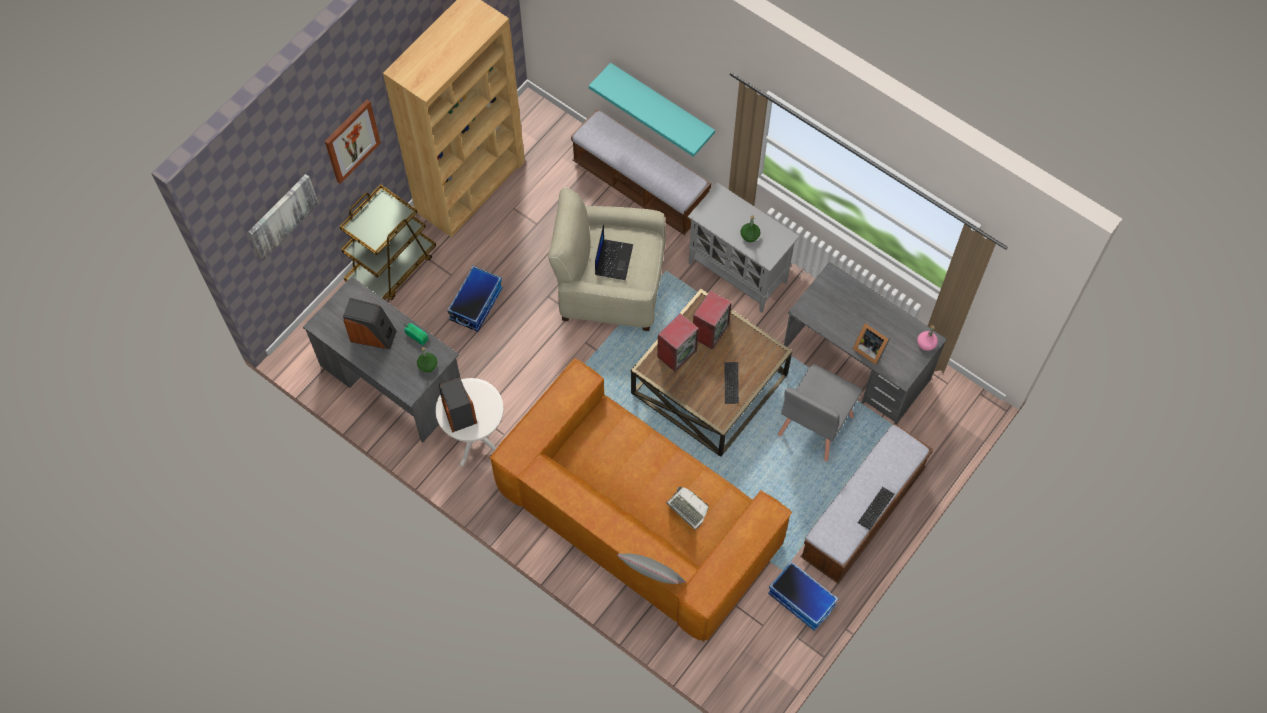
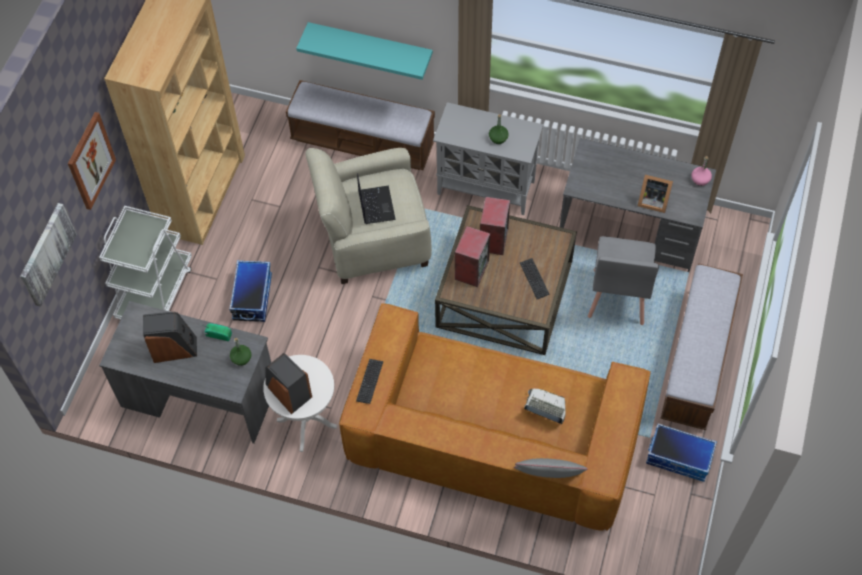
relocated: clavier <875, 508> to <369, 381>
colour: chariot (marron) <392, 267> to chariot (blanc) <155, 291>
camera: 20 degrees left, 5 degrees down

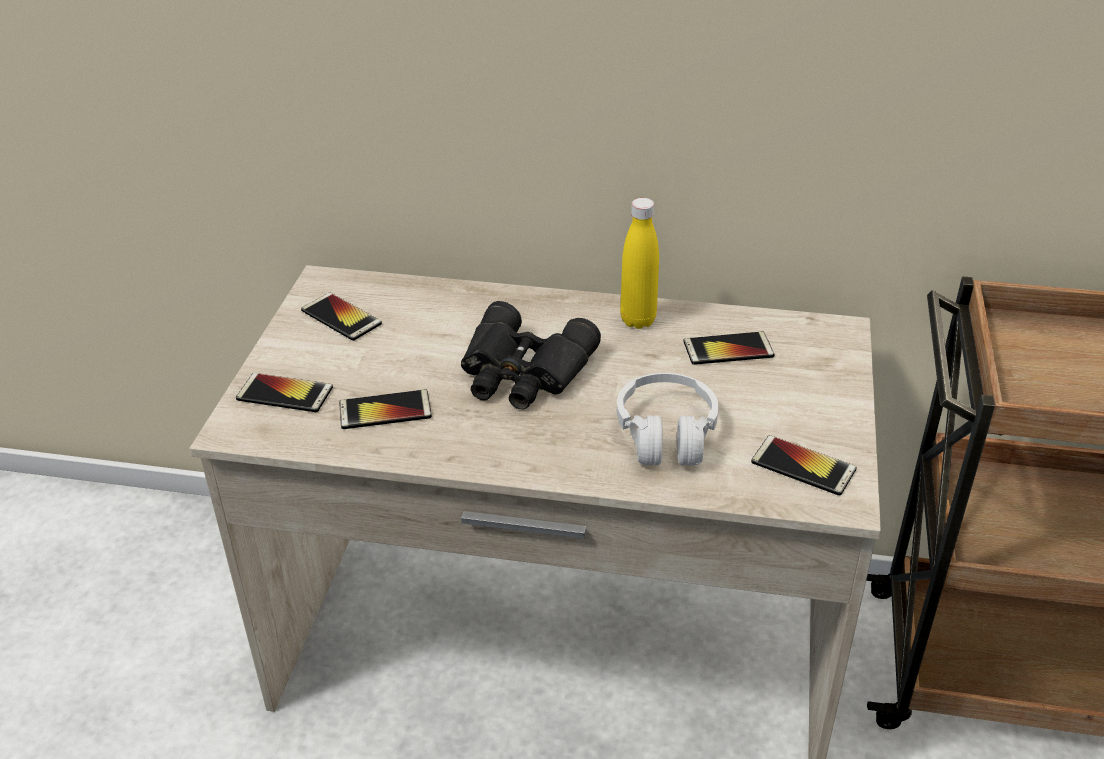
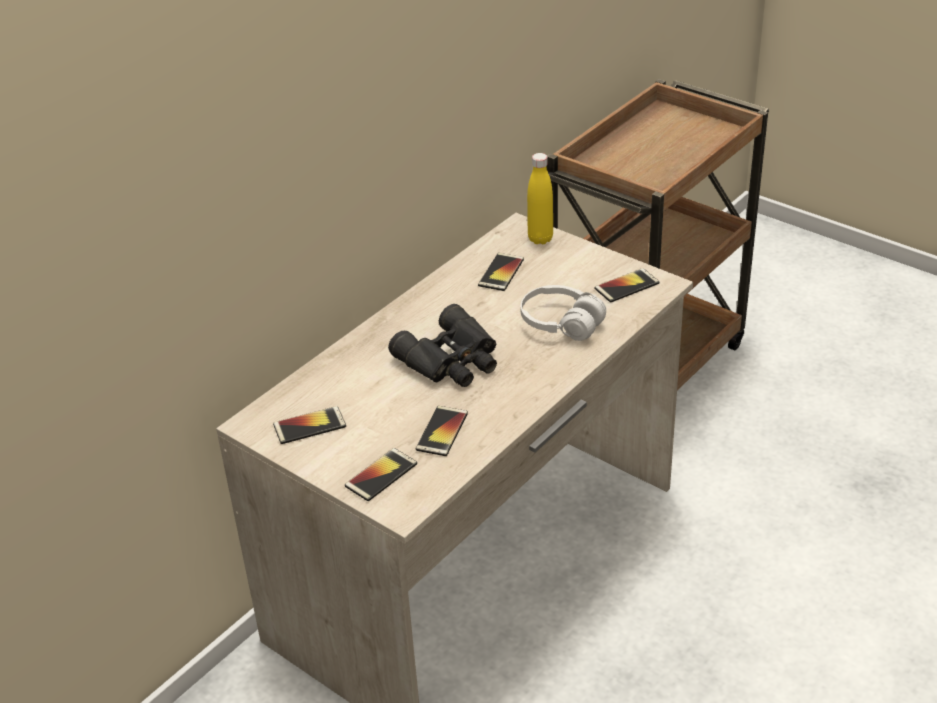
relocated: bouteille (jaune) <638, 320> to <540, 239>
camera: 60 degrees left, 0 degrees up

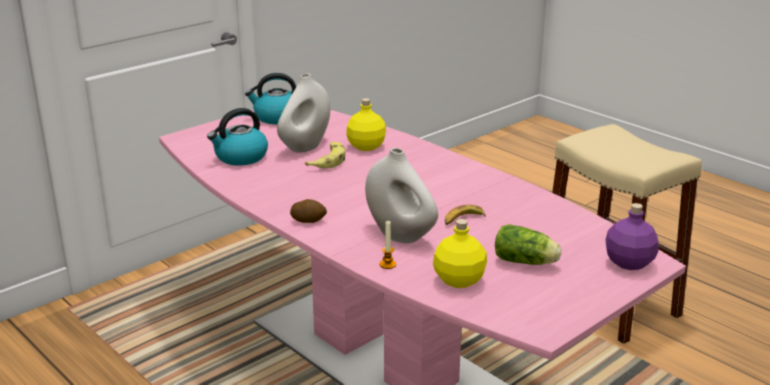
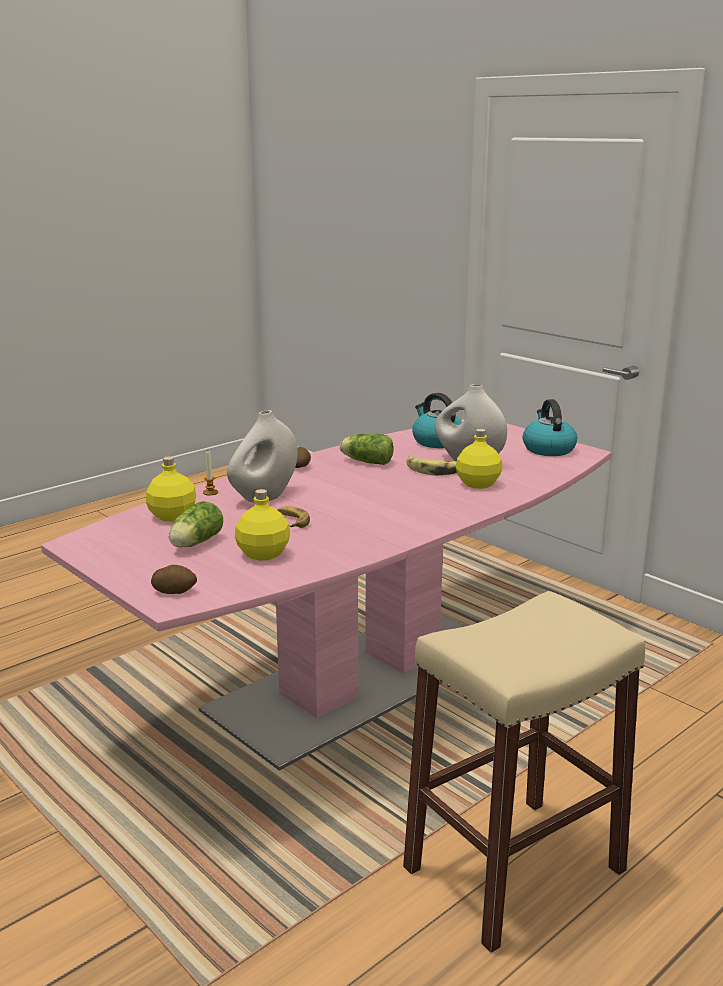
appeared: laitue <366, 461>; bouteille (jaune) <264, 554>
exchanged: bouteille (violet) <629, 262> to pomme de terre <174, 591>
camera: 90 degrees right, 5 degrees down

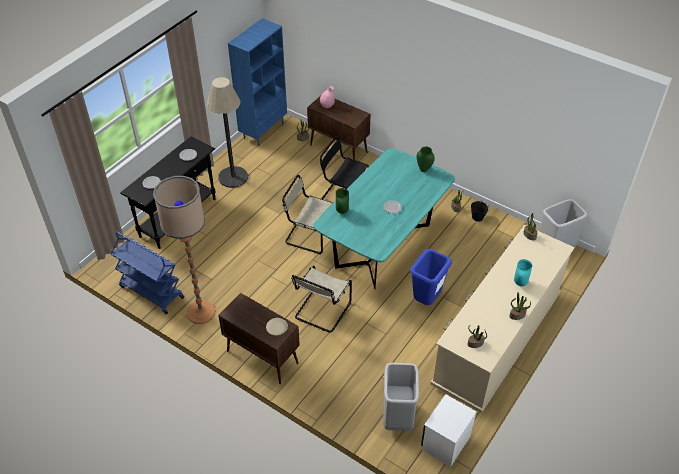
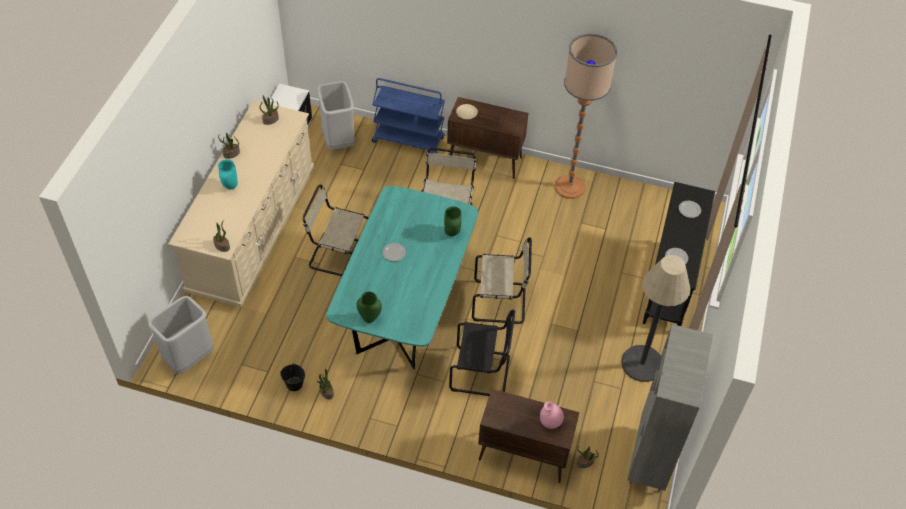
relocated: chariot (bleu) <151, 292> to <409, 140>
exchanged: poubelle (bleu) <426, 300> to chaise (beige) <337, 255>
colour: bibliothèque (bleu) <263, 131> to bibliothèque (gris) <650, 460>
camera: 160 degrees right, 5 degrees up

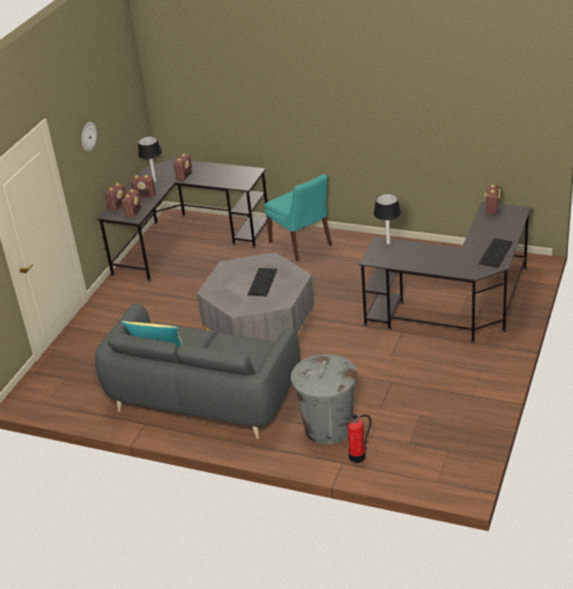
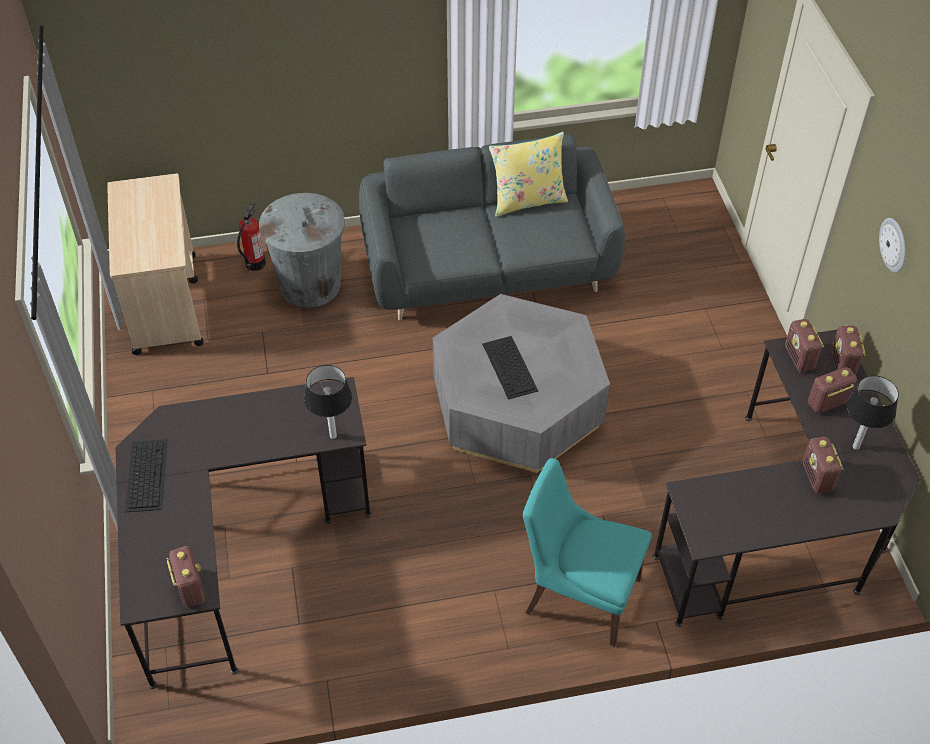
appeared: chariot (beige) <165, 302>
camera: 145 degrees right, 15 degrees up

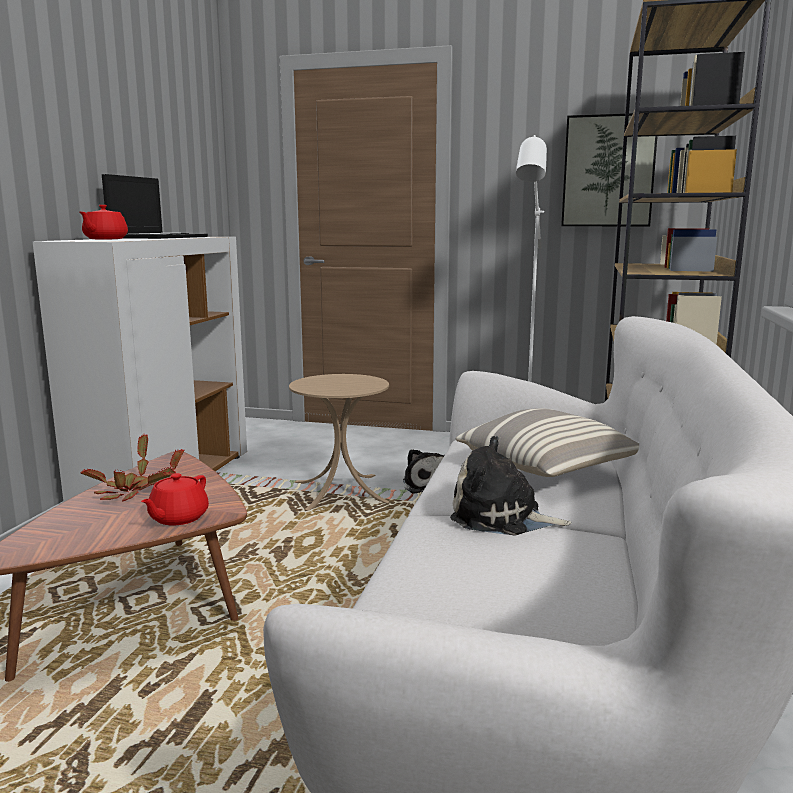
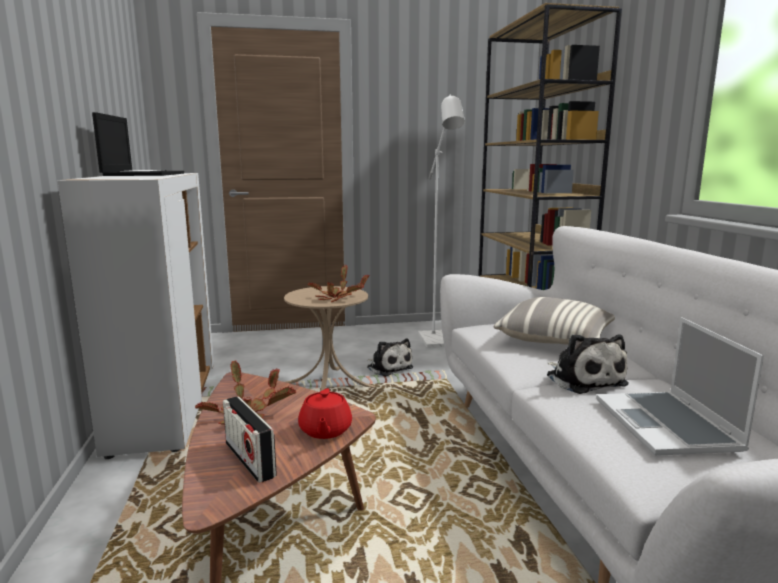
missing: tableau <608, 171>; théière (rouge) <105, 239>
appeared: plante en pot <337, 298>; ordinateur portable <668, 426>; radio <249, 460>
spun: peluche <502, 517> = <583, 379> 105 degrees counterclockwise
camera: 25 degrees left, 0 degrees up

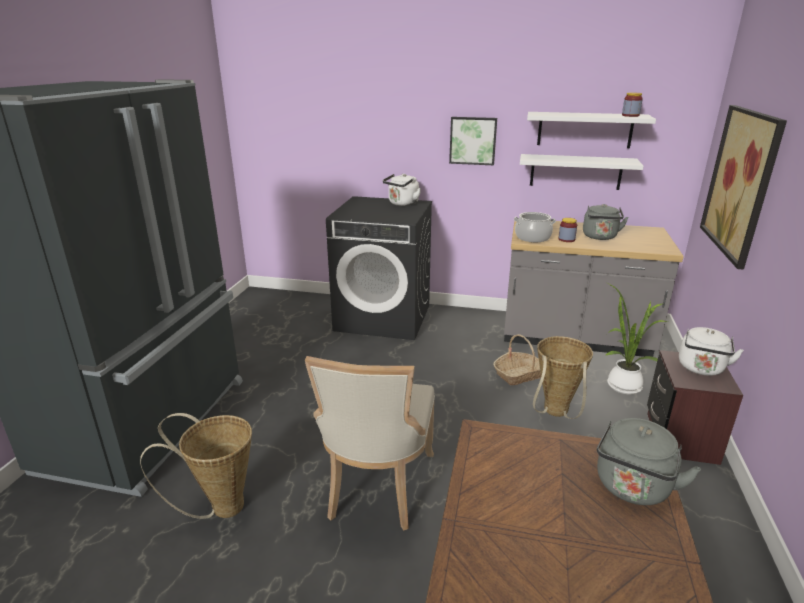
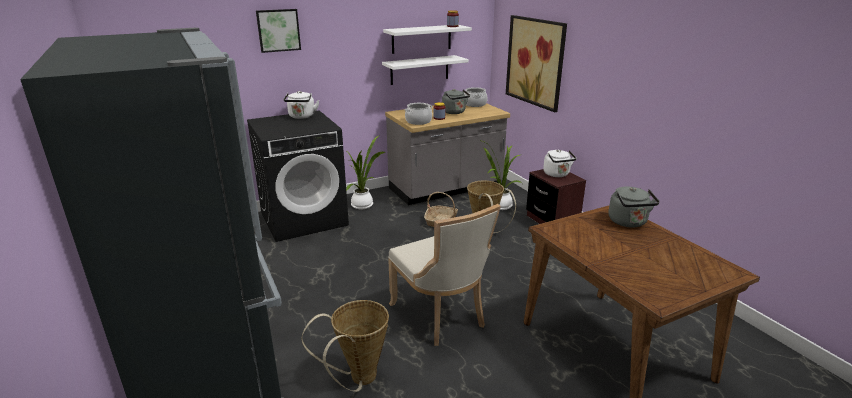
appeared: marmite <474, 104>; plante en pot <364, 204>
relocated: tableau <473, 140> to <278, 30>
camera: 40 degrees left, 0 degrees up

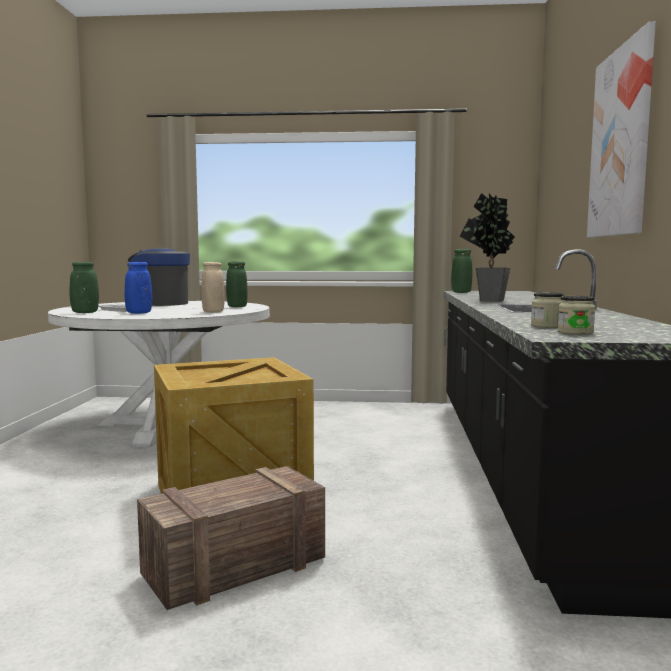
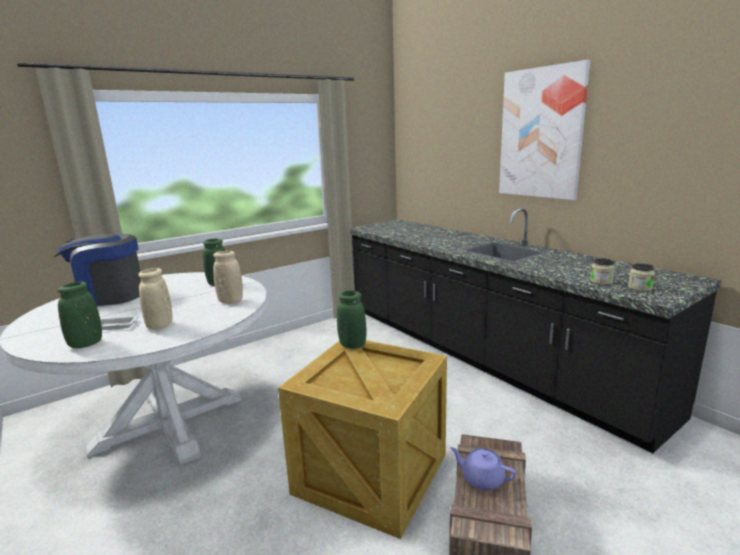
missing: plante en pot <488, 301>
appeared: théière (violet) <481, 479>
relocated: vase (vert) <461, 292> to <352, 345>
colour: vase (bleu) <139, 313> to vase (beige) <160, 326>
camera: 40 degrees left, 10 degrees up

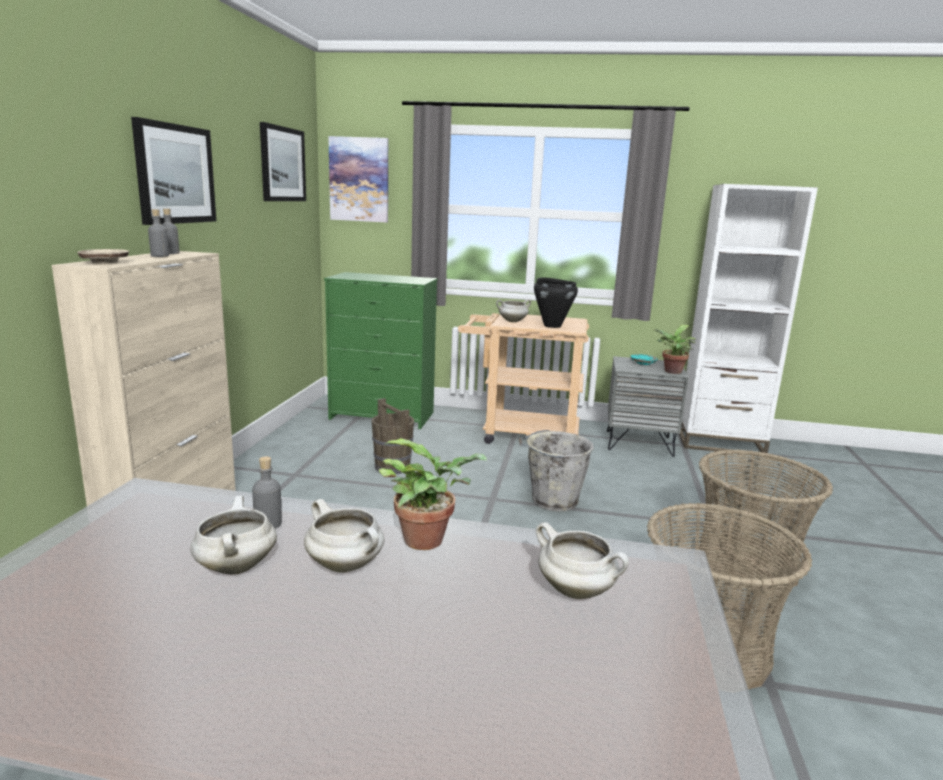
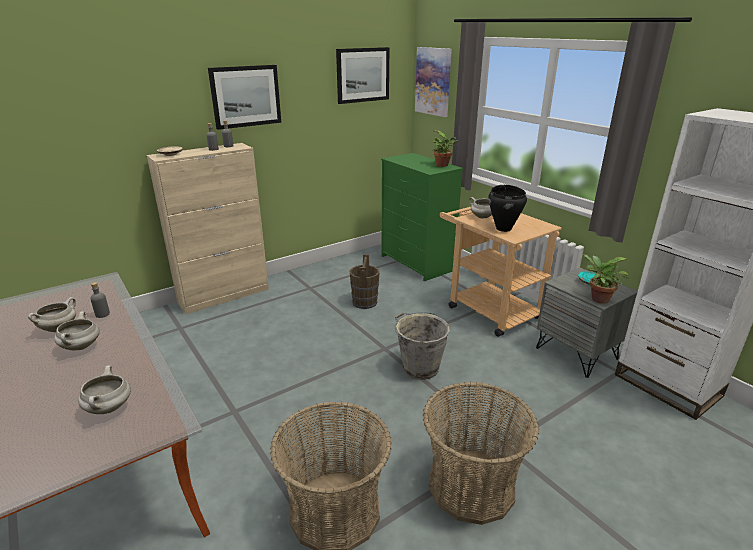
relocated: plante en pot <429, 540> to <443, 165>
camera: 45 degrees right, 10 degrees up

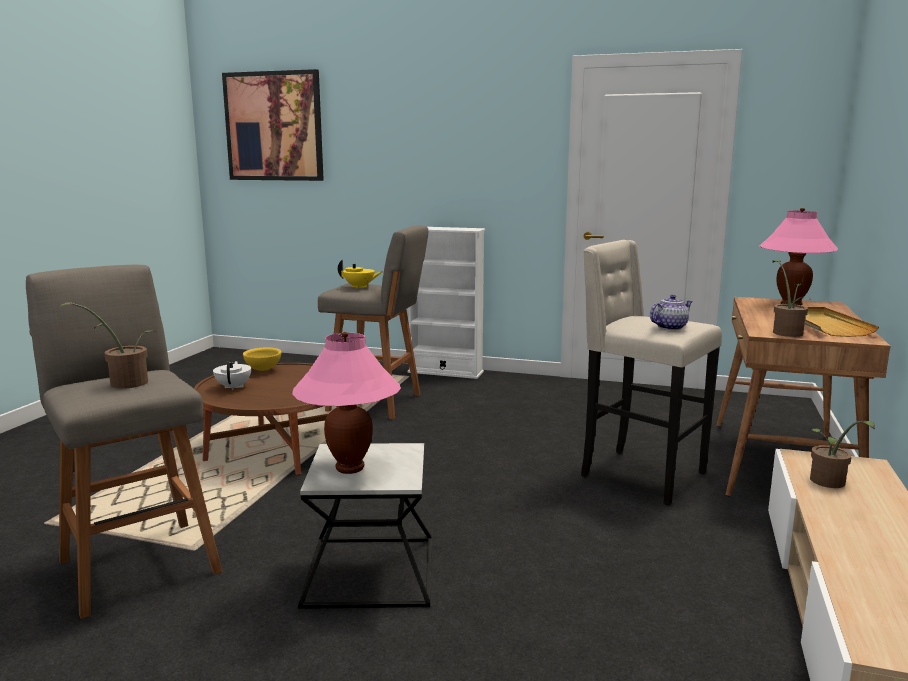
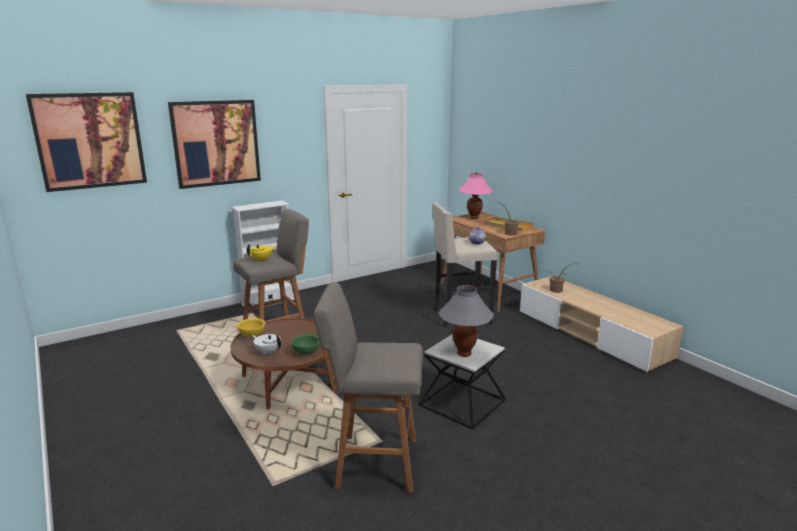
missing: plante en pot <123, 383>
appeared: tableau <216, 143>; bol (vert) <306, 352>
colour: lampe de table (rose) <349, 468> to lampe de table (gris) <464, 353>
camera: 50 degrees left, 5 degrees up

